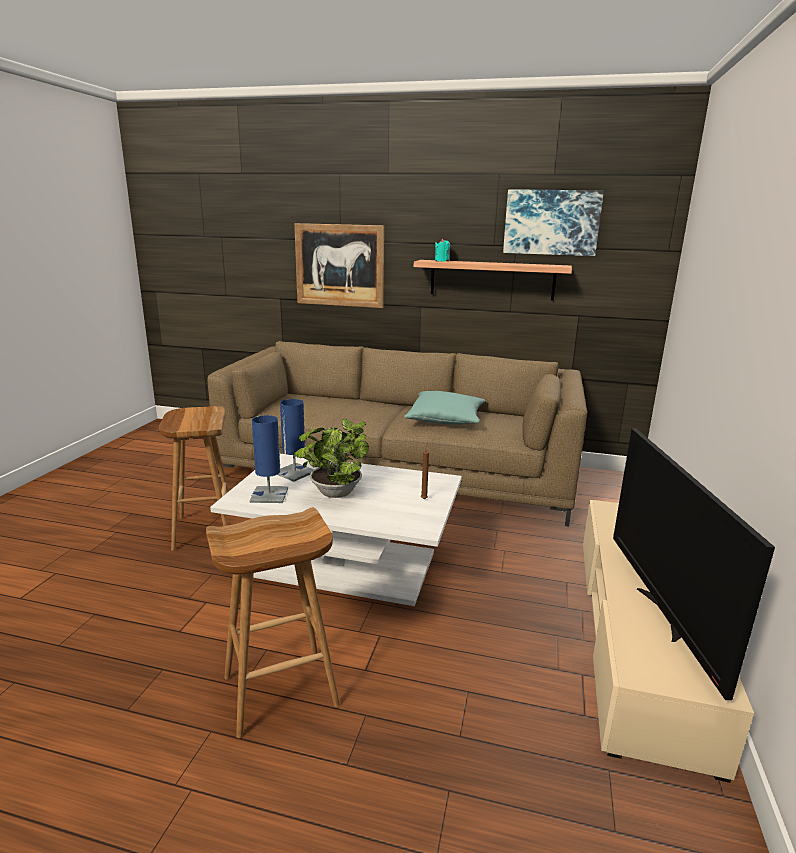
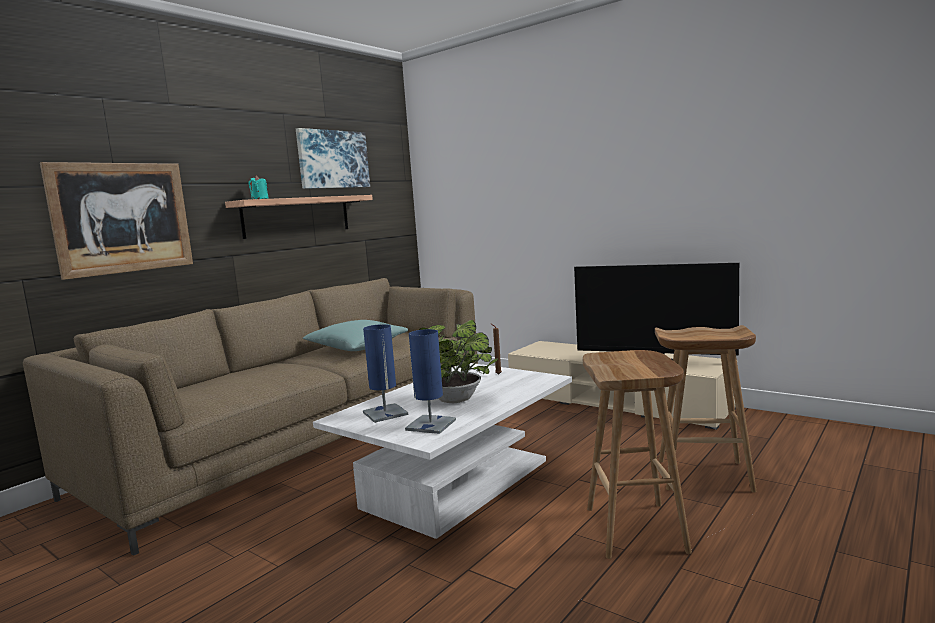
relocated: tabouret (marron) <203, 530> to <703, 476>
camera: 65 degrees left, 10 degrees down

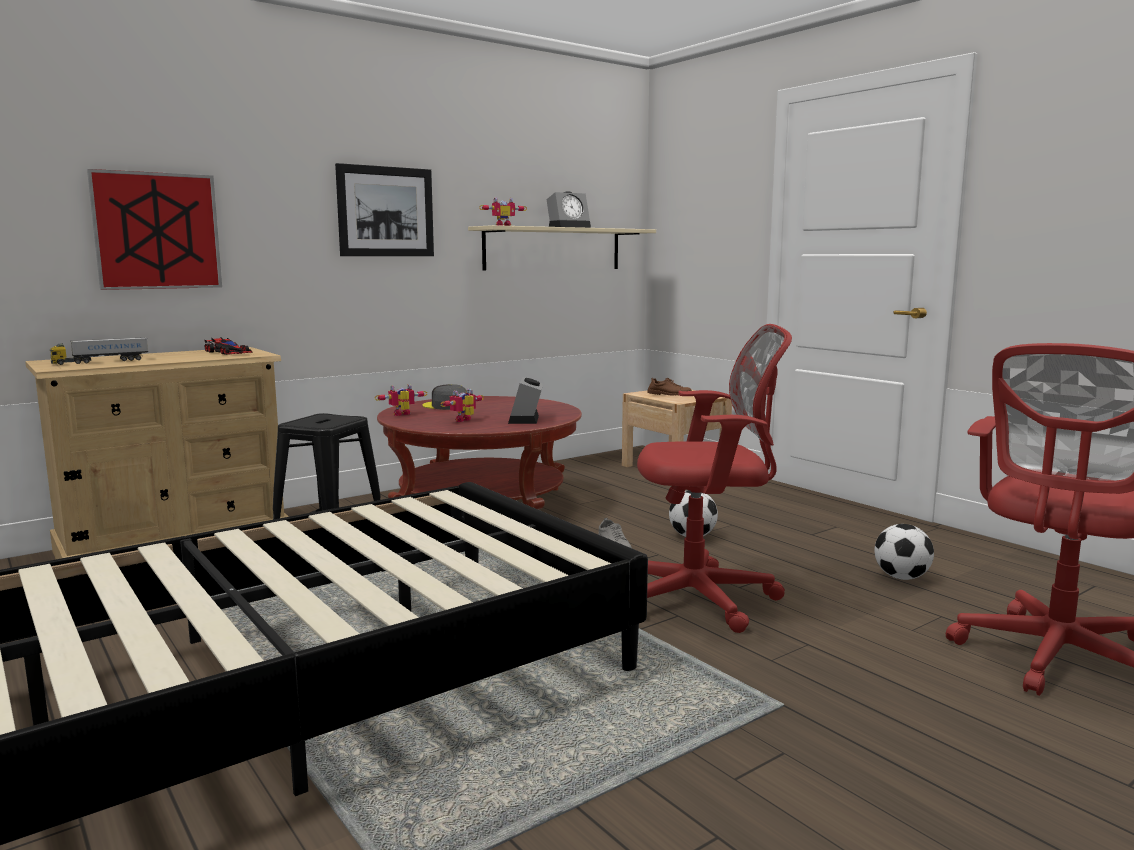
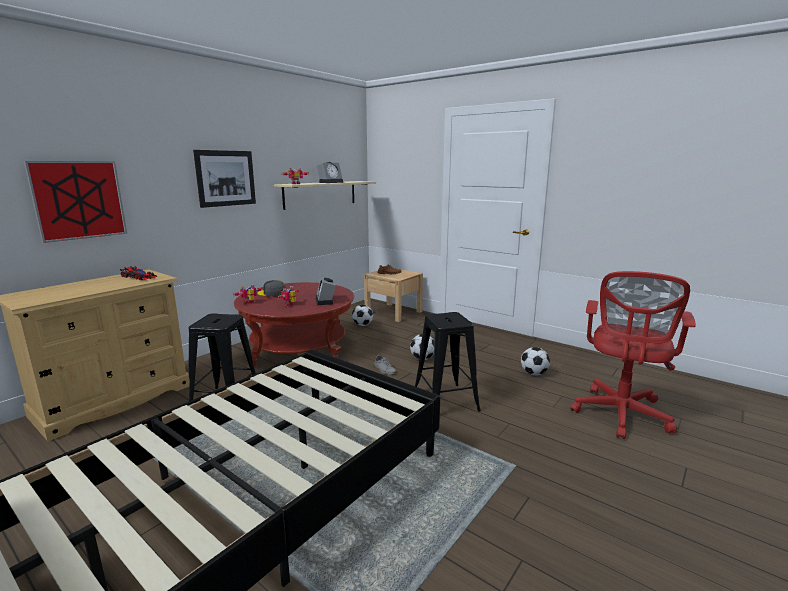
missing: camion jouet <101, 361>
appeared: ballon de foot <362, 325>
exchanged: chaise de bureau (rouge) <701, 598> to tabouret (noir) <445, 400>
camera: 15 degrees left, 5 degrees up

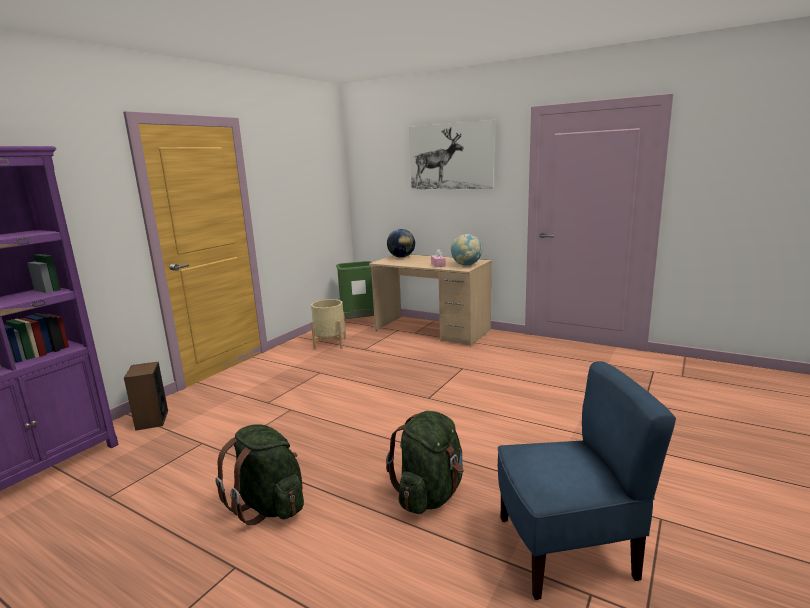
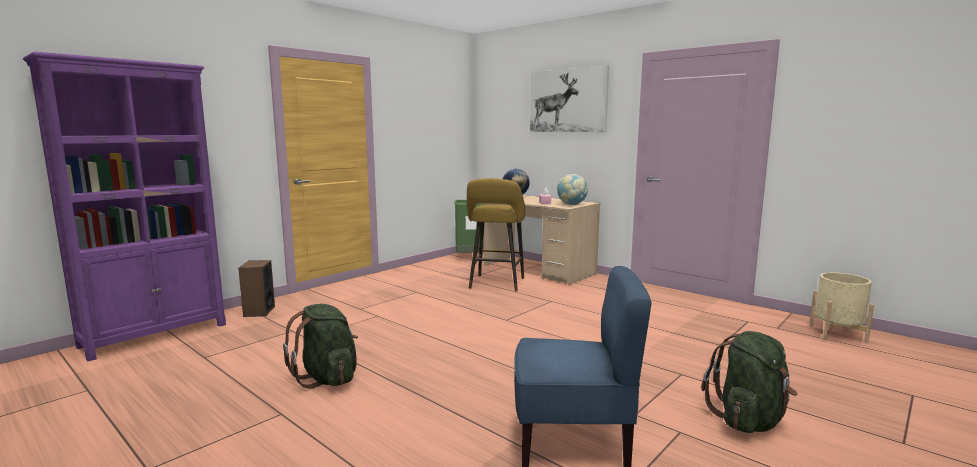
appeared: tabouret (jaune) <496, 284>
relocated: cache-pot (beige) <330, 344> to <837, 334>; sac à dos (vert) <430, 494> to <749, 420>
camera: 10 degrees right, 5 degrees down

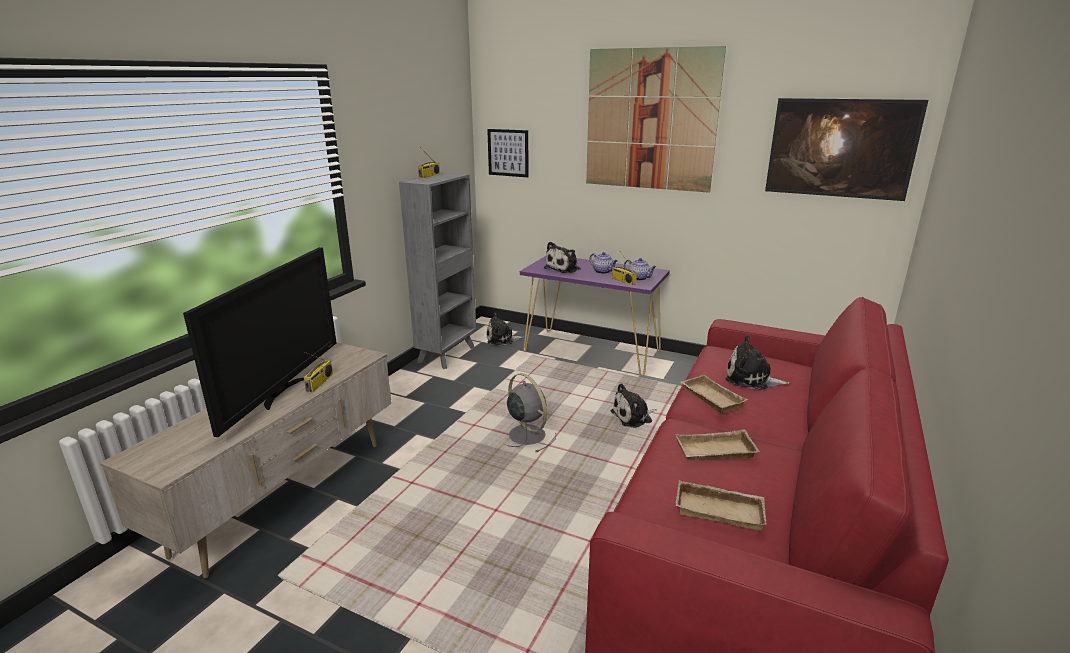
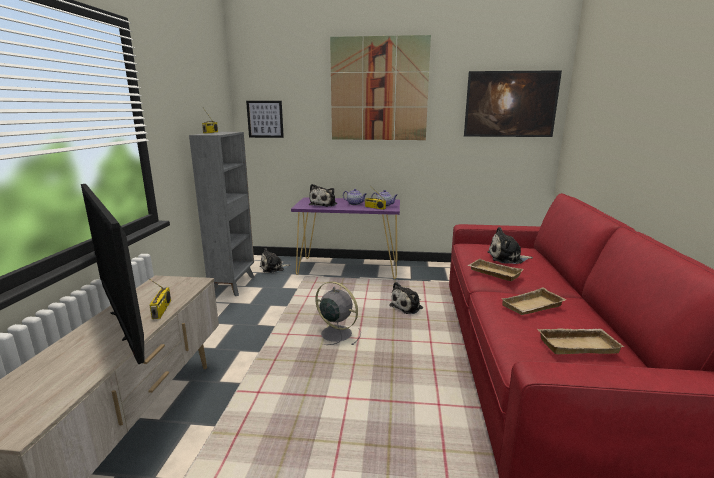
spun: téléviseur <282, 392> = <125, 324> 150 degrees clockwise
camera: 20 degrees left, 5 degrees down

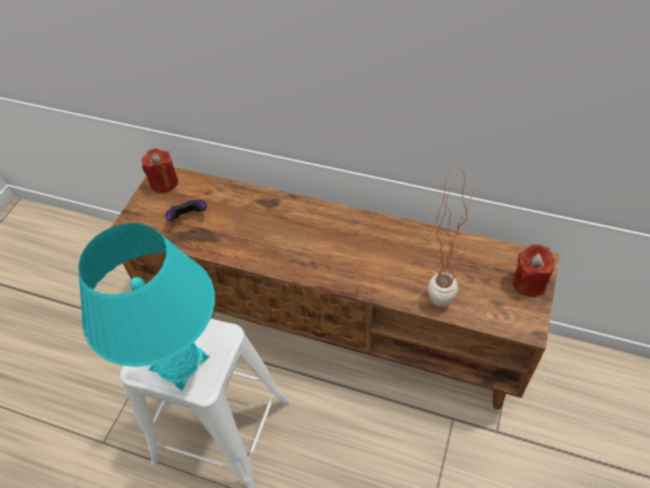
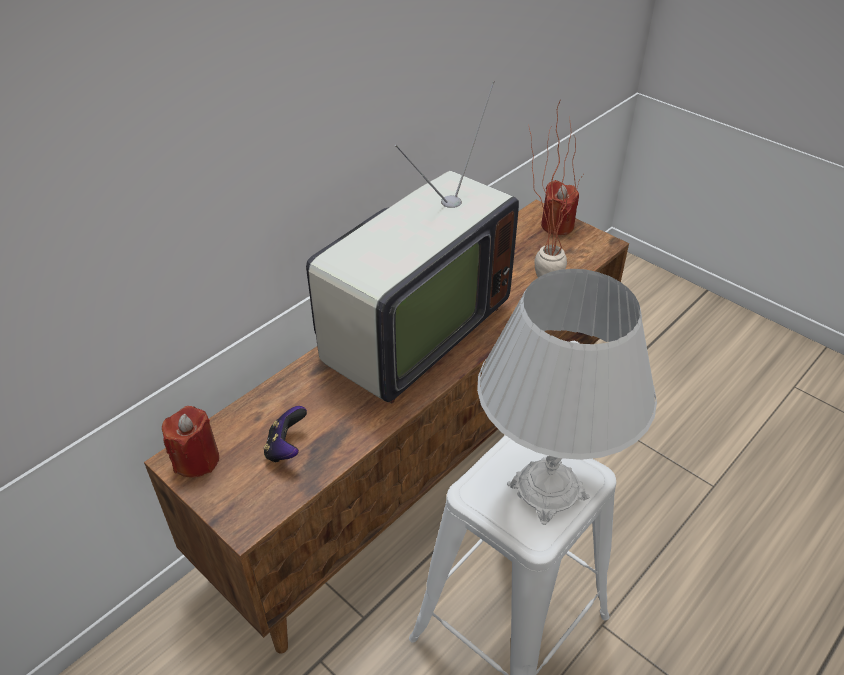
appeared: téléviseur <409, 334>
colour: lampe de table (turquoise) <179, 363> to lampe de table (blanc) <547, 491>
camera: 70 degrees left, 10 degrees down

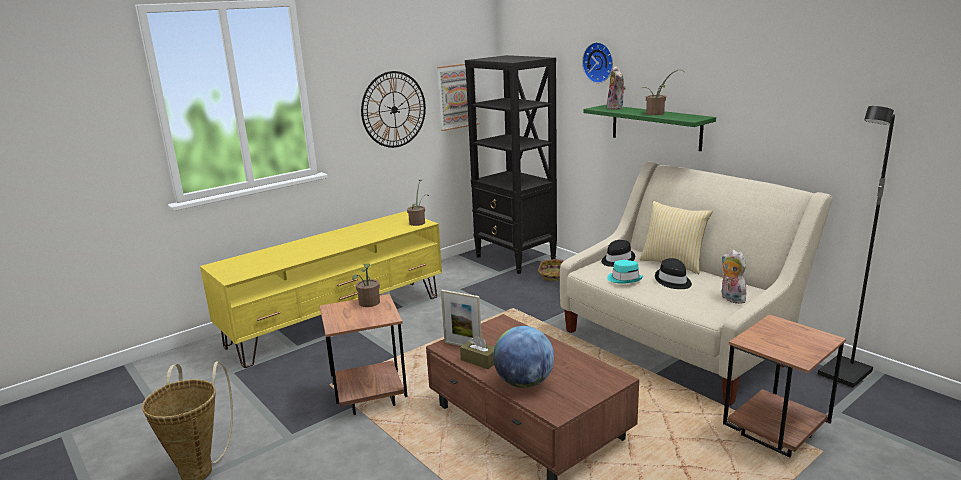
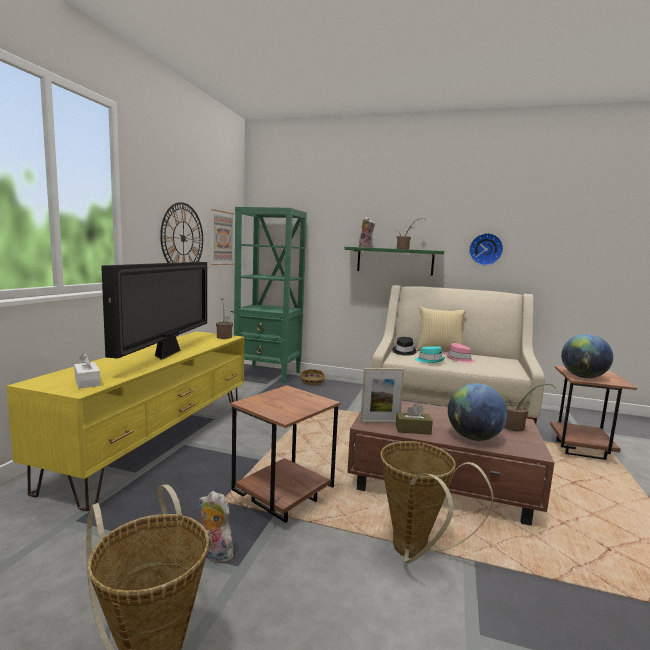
missing: lampadaire (noir) <845, 374>
appeared: téléviseur <168, 354>; globe <583, 377>; boîte à mouchoirs (blanc) <87, 382>; panier <414, 553>
relocated: horloge murale <599, 62> to <485, 249>; peluche <730, 298> to <214, 554>; plante en pot <369, 304> to <516, 428>
colour: bibliothèque (noir) <515, 259> to bibliothèque (vert) <268, 374>; chapeau (noir) <673, 281> to chapeau (rose) <459, 359>
camera: 35 degrees left, 10 degrees down

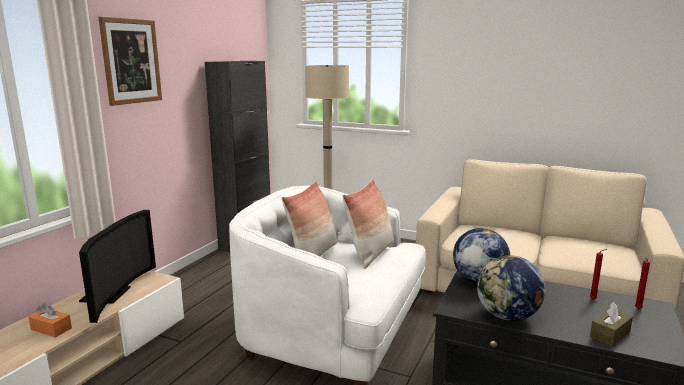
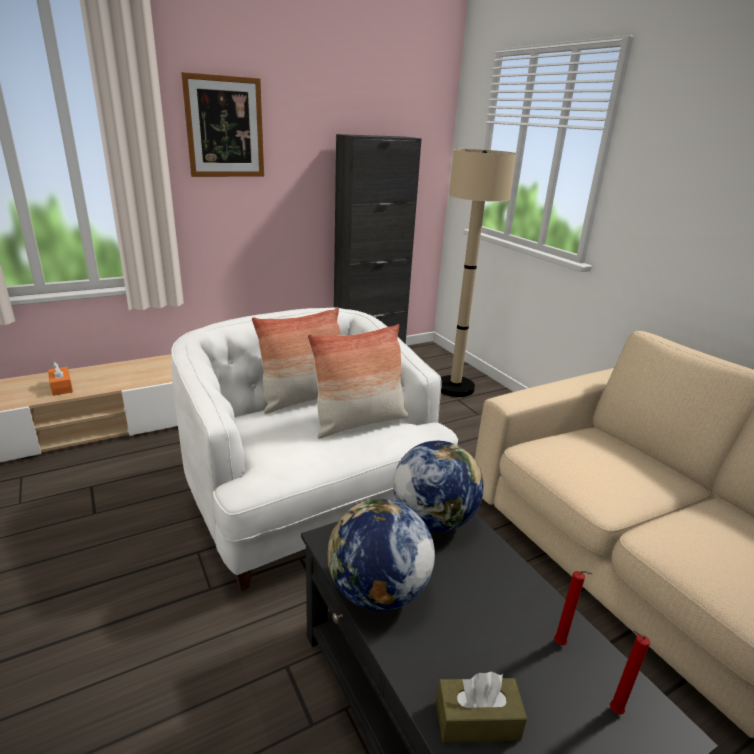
missing: téléviseur <112, 295>
camera: 35 degrees right, 10 degrees up

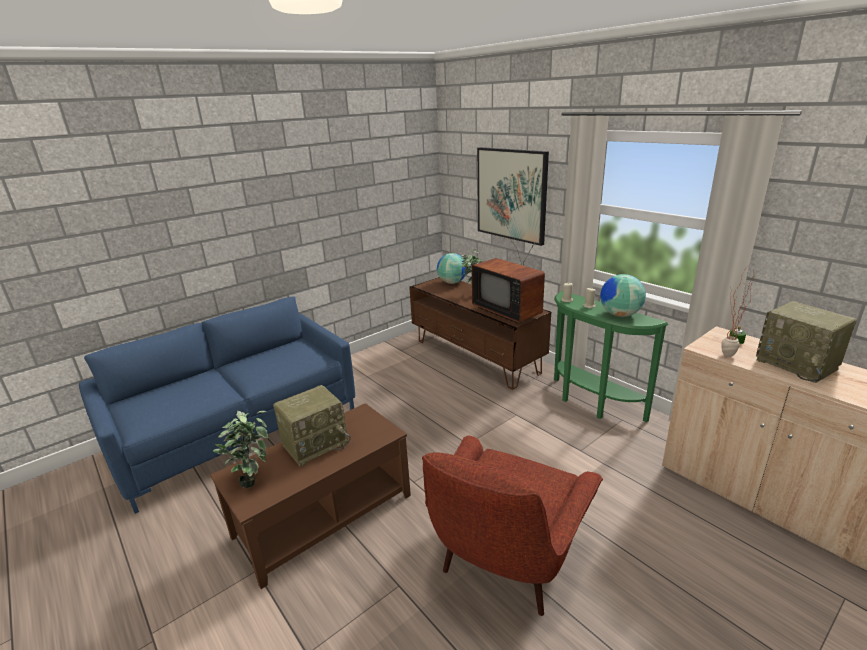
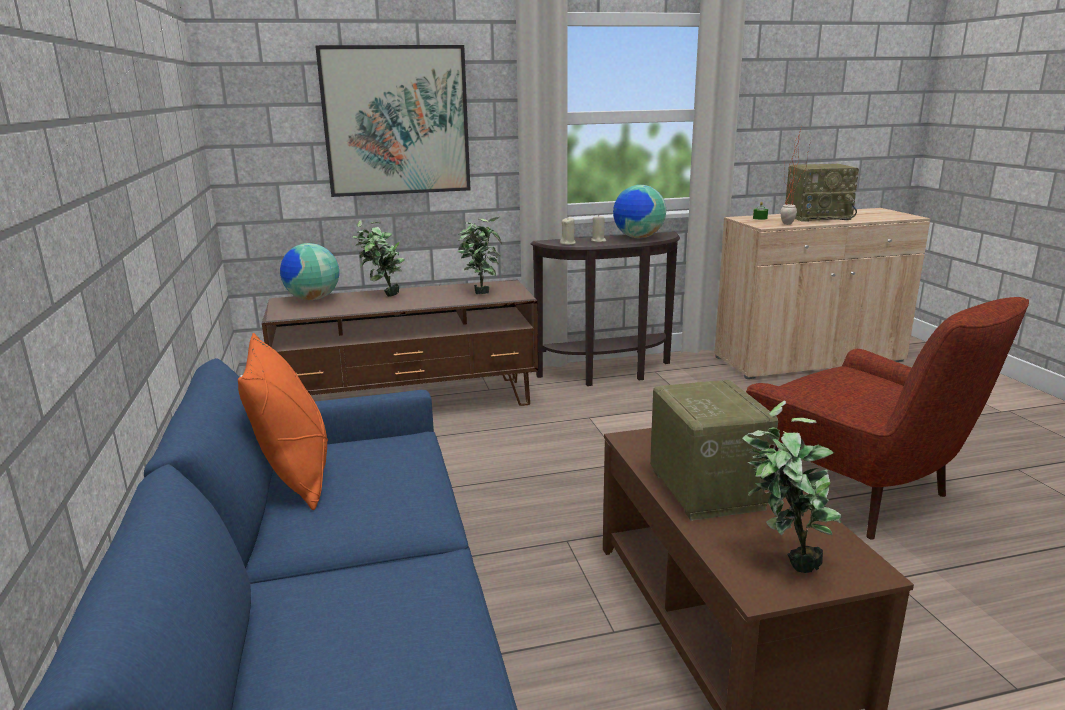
appeared: coussin (orange) <296, 477>
exchanged: téléviseur <509, 311> to plante en pot <480, 292>
colour: table console (vert) <591, 403> to table console (marron) <609, 375>
camera: 65 degrees left, 5 degrees down

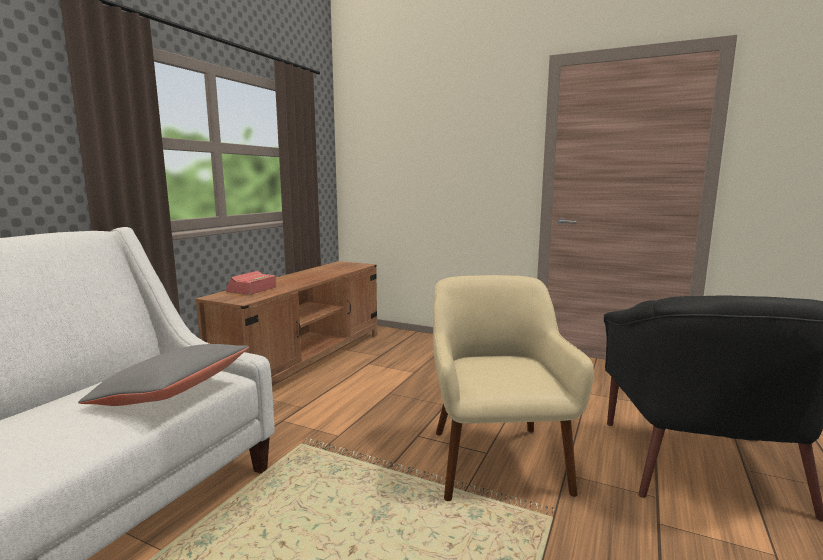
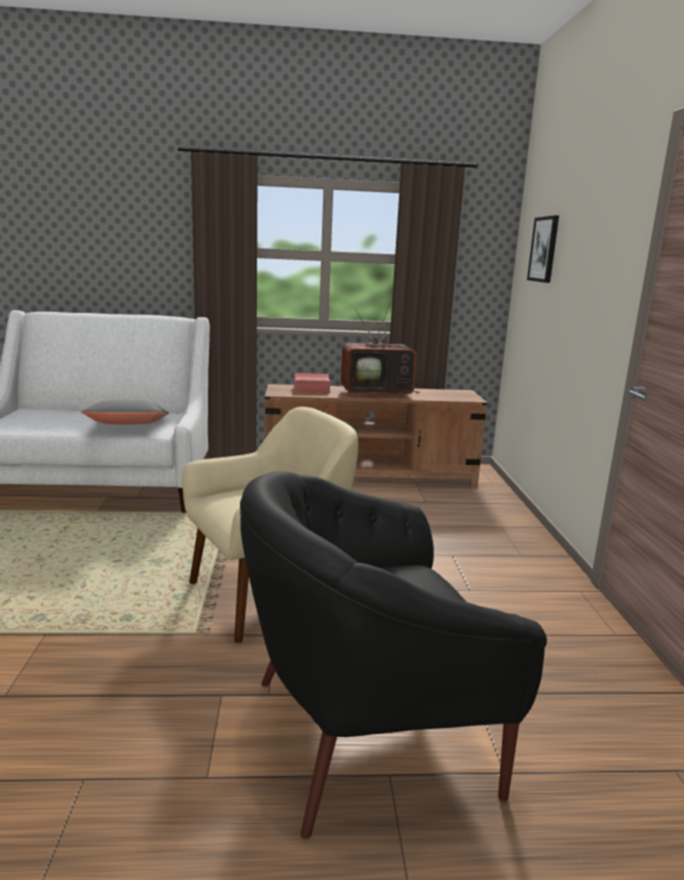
appeared: tableau <544, 249>; téléviseur <378, 393>
camera: 60 degrees right, 5 degrees up

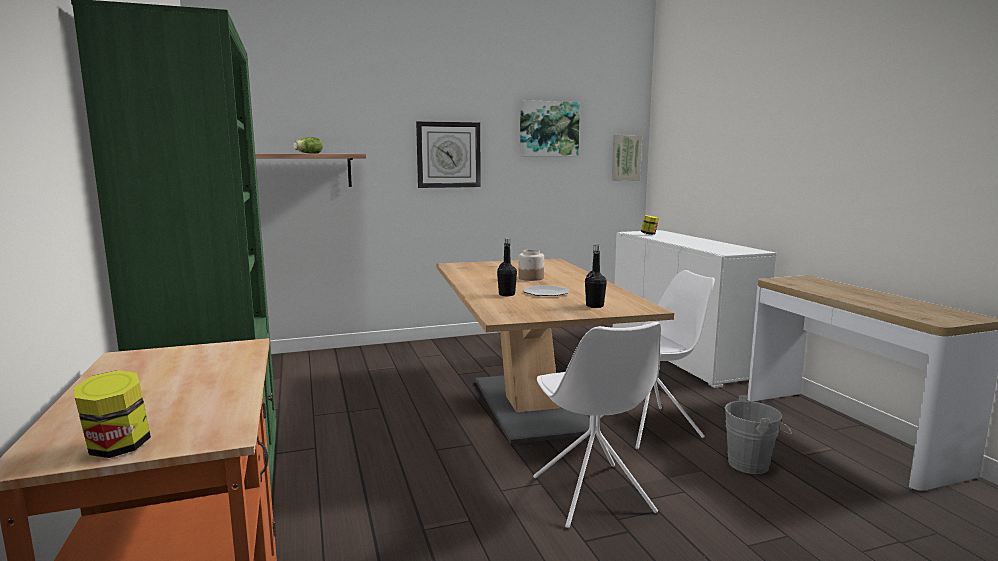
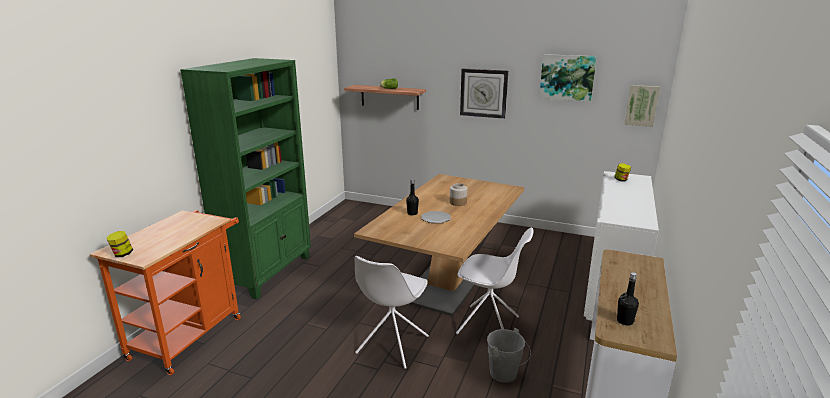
relocated: bouteille (noir) <594, 306> to <624, 321>
camera: 40 degrees right, 10 degrees up

